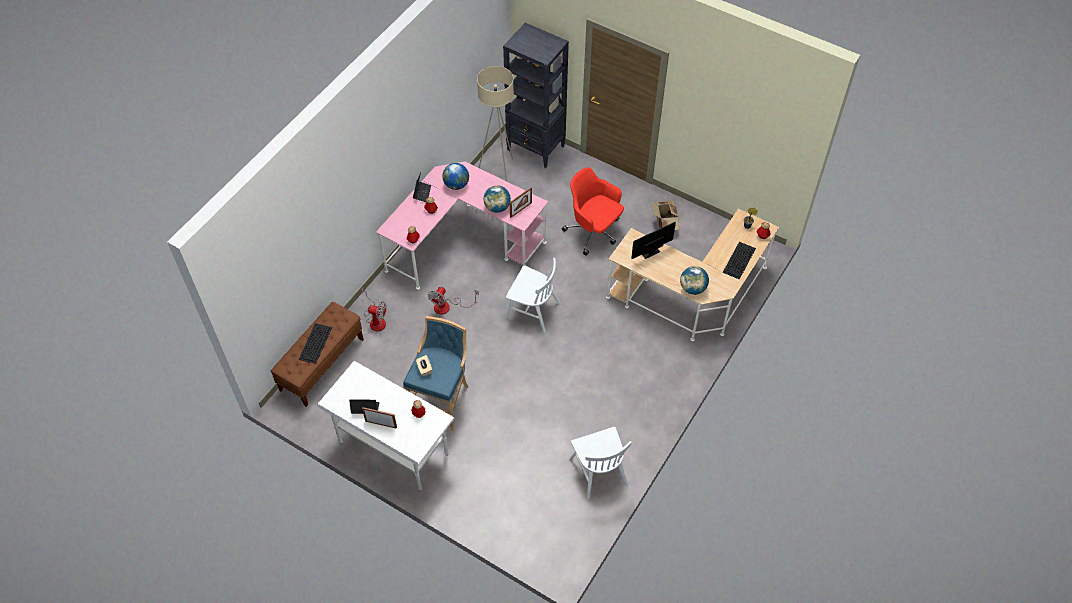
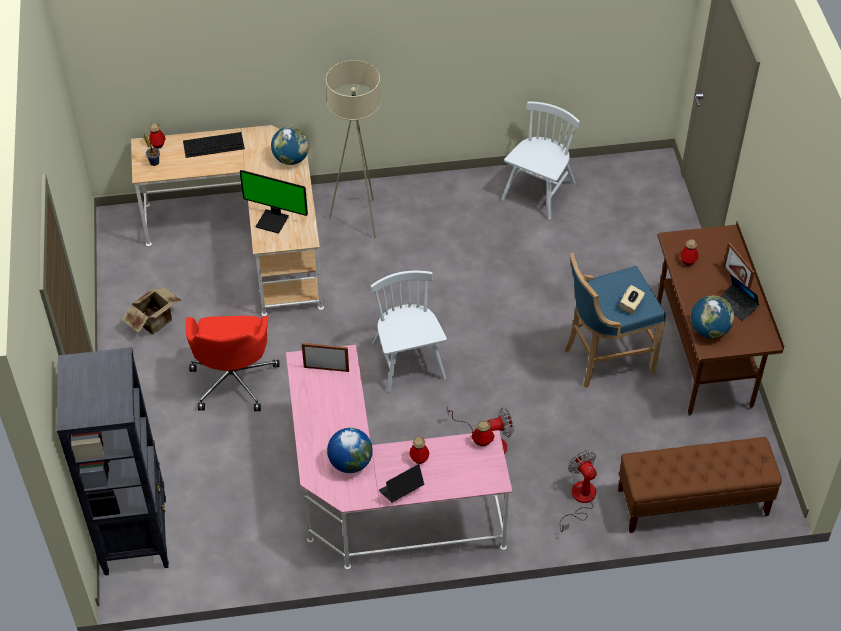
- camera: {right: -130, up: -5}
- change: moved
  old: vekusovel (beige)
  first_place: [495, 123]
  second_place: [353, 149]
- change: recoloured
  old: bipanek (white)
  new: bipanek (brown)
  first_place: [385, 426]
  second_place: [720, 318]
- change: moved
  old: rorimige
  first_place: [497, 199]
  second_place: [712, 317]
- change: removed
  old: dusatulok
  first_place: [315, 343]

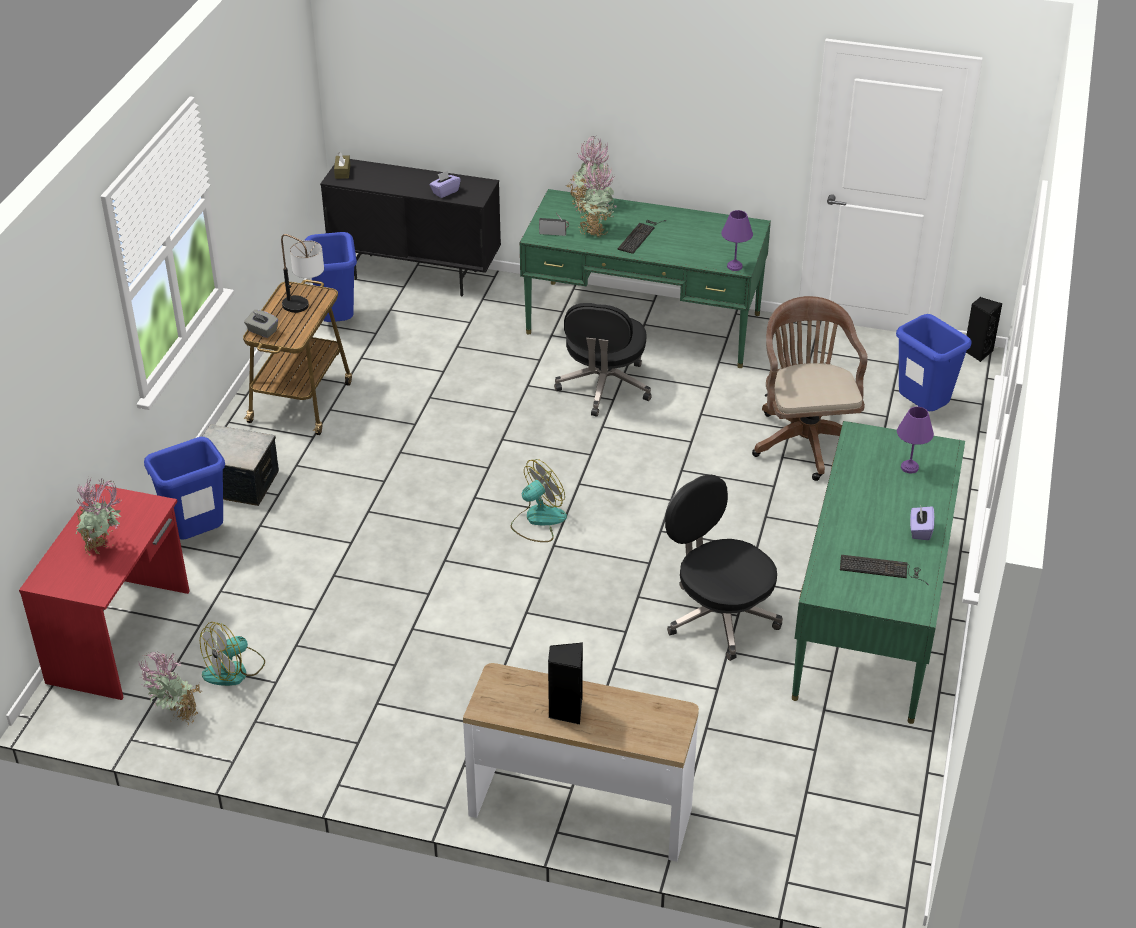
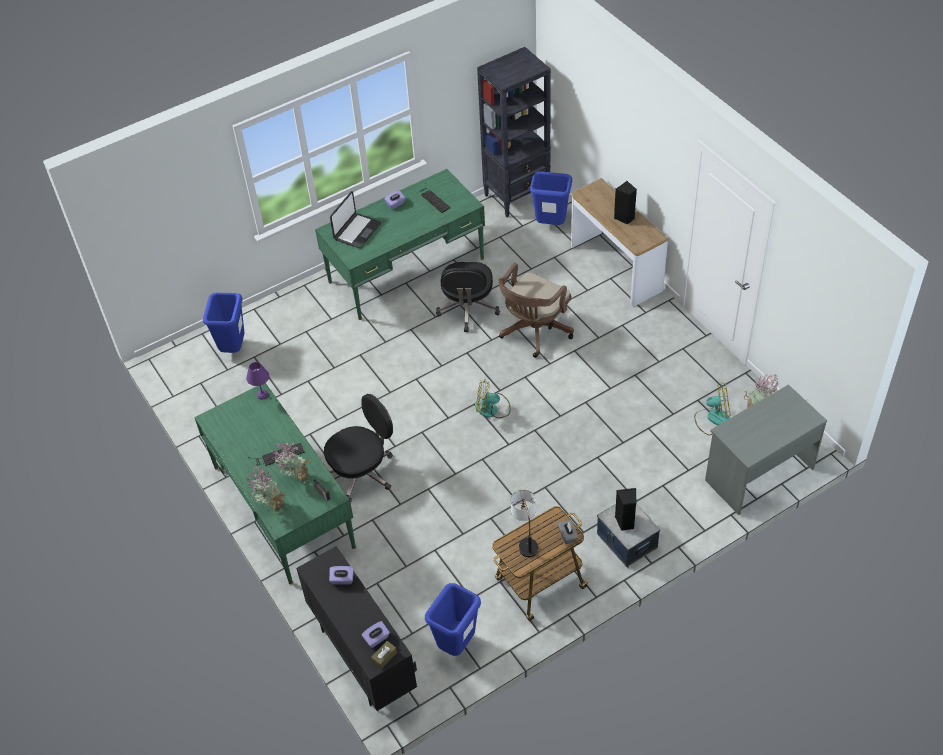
- camera: {right: -135, up: 10}
- change: replaced
  old: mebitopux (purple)
  new: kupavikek
  first_place: [915, 440]
  second_place: [355, 219]
- change: added
  new: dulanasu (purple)
  second_place: [375, 634]
- change: added
  new: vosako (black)
  second_place: [514, 132]
- change: moved
  old: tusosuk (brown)
  first_place: [810, 388]
  second_place: [536, 310]
- change: moved
  old: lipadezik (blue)
  first_place: [184, 488]
  second_place: [551, 198]
- change: moved
  old: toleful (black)
  first_place: [984, 329]
  second_place: [625, 509]
- change: recoloured
  old: bipanek (red)
  new: bipanek (grey)
  first_place: [104, 592]
  second_place: [766, 449]
- change: removed
  old: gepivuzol
  first_place: [98, 516]

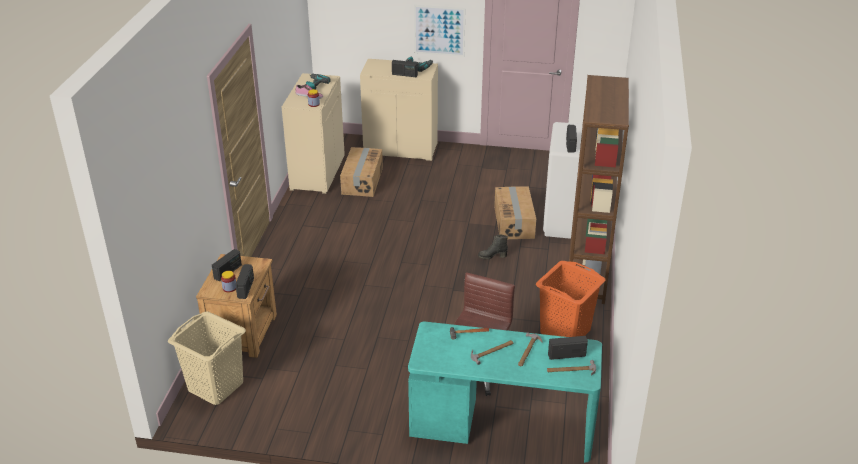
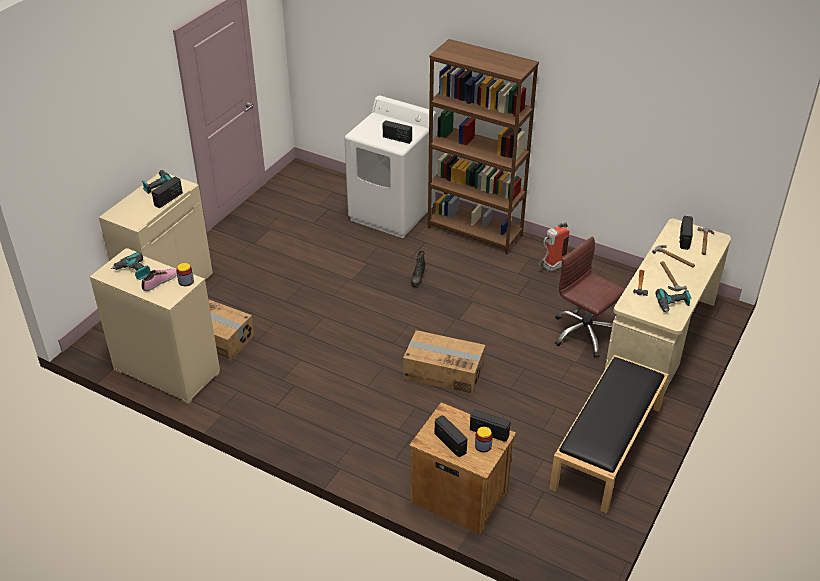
- camera: {right: -70, up: 5}
- change: moved
  old: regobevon
  first_place: [515, 212]
  second_place: [444, 362]
- change: replaced
  old: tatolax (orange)
  new: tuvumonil
  first_place: [571, 299]
  second_place: [554, 247]
- change: added
  new: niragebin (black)
  second_place: [609, 434]
- change: recoloured
  old: bipanek (turquoise)
  new: bipanek (beige)
  first_place: [505, 392]
  second_place: [668, 305]
- change: added
  new: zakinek
  second_place: [673, 300]
- change: removed
  old: tatolax (beige)
  first_place: [207, 358]
- change: removed
  old: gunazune
  first_place: [440, 31]

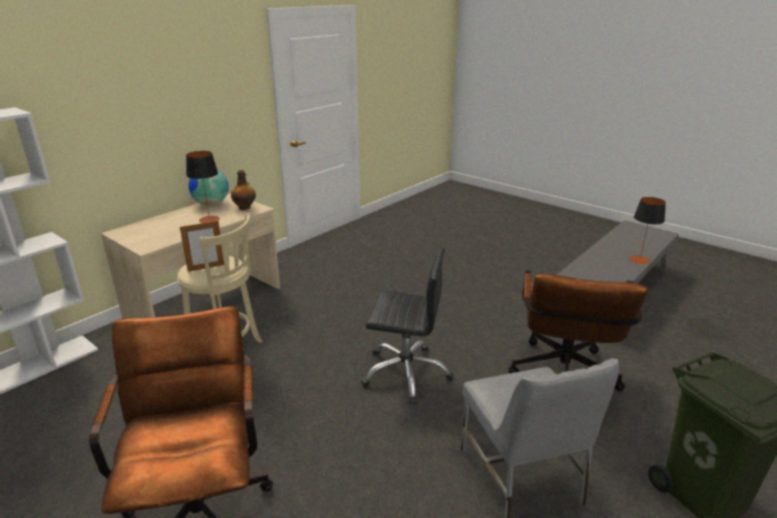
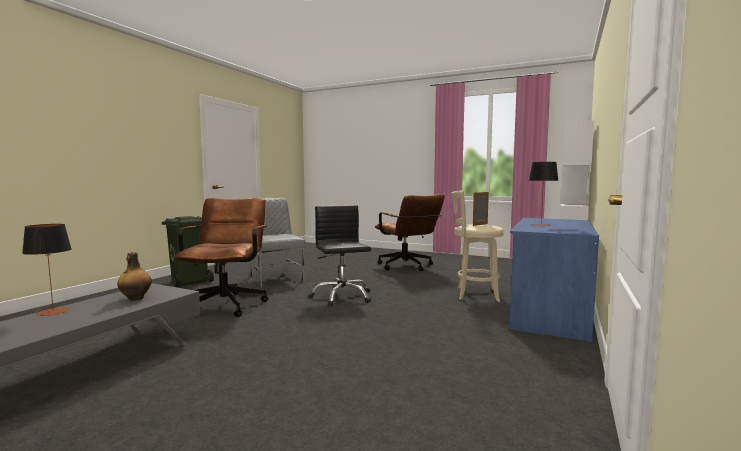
- camera: {right: 165, up: -20}
- change: moved
  old: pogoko
  first_place: [243, 190]
  second_place: [134, 276]
- change: turned
  old: tusosuk (black)
  first_place: [407, 326]
  second_place: [340, 256]
  degrees: 75
- change: recoloured
  old: bipanek (beige)
  new: bipanek (blue)
  first_place: [190, 256]
  second_place: [554, 280]
- change: removed
  old: rorimige
  first_place: [208, 187]

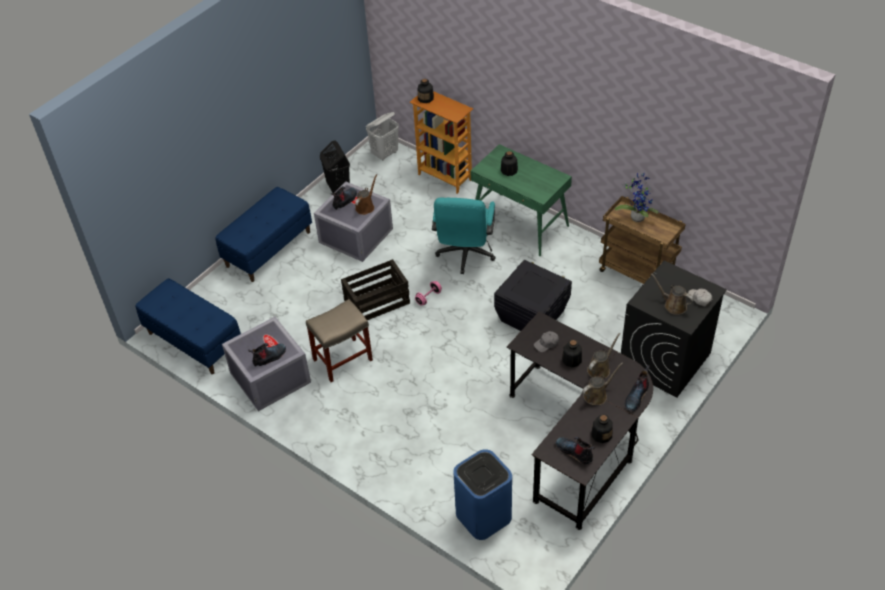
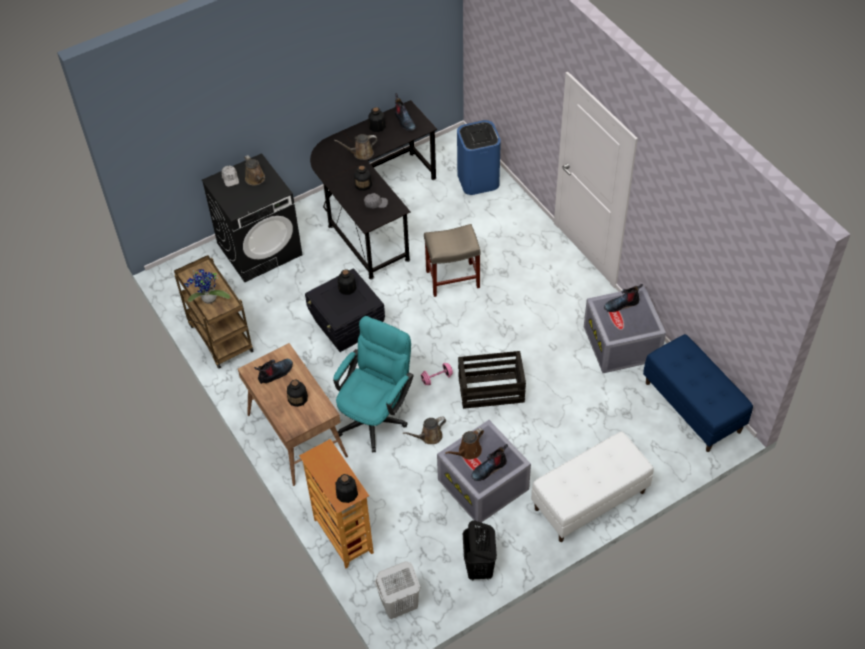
- camera: {right: -160, up: 5}
- change: recoloured
  old: bipanek (green)
  new: bipanek (brown)
  first_place: [521, 200]
  second_place: [293, 414]
- change: moved
  old: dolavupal
  first_place: [637, 388]
  second_place: [273, 371]
- change: added
  new: pogoko
  second_place: [347, 282]
- change: moved
  old: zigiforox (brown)
  first_place: [603, 355]
  second_place: [424, 430]
- change: moved
  old: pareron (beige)
  first_place: [339, 340]
  second_place: [452, 260]
- change: recoloured
  old: niragebin (blue)
  new: niragebin (white)
  first_place: [264, 234]
  second_place: [592, 486]

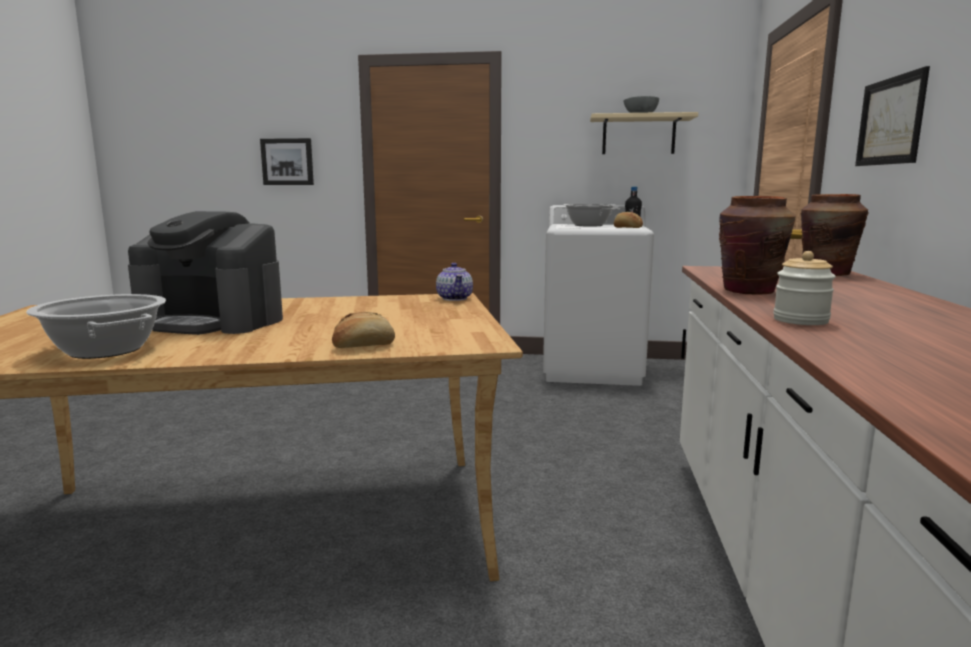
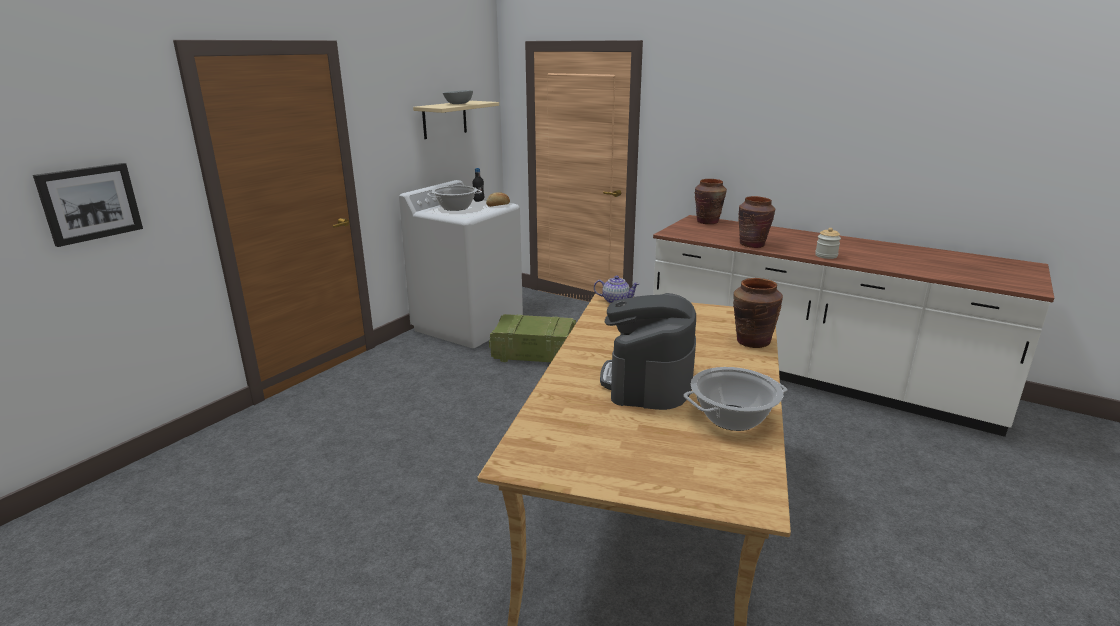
- camera: {right: -65, up: 10}
- change: added
  new: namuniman
  second_place: [532, 338]
- change: turned
  old: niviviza
  first_place: [205, 273]
  second_place: [648, 351]
  degrees: 150
- change: replaced
  old: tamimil
  new: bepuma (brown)
  first_place: [363, 330]
  second_place: [758, 313]
- change: removed
  old: gunazune
  first_place: [892, 116]

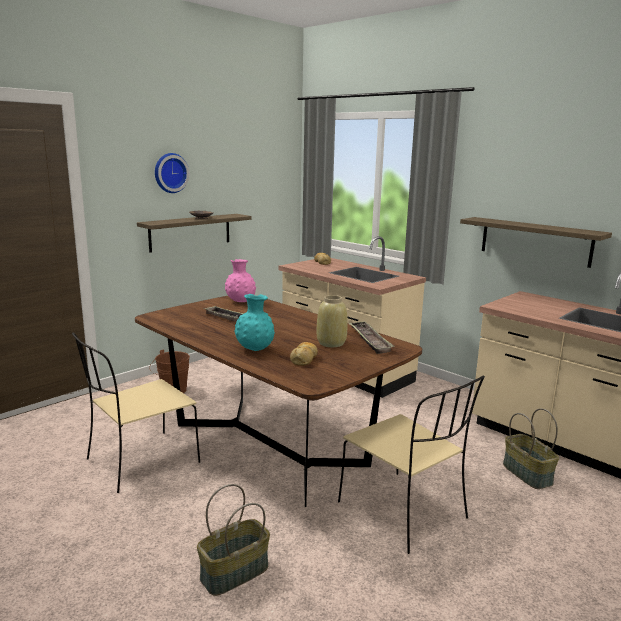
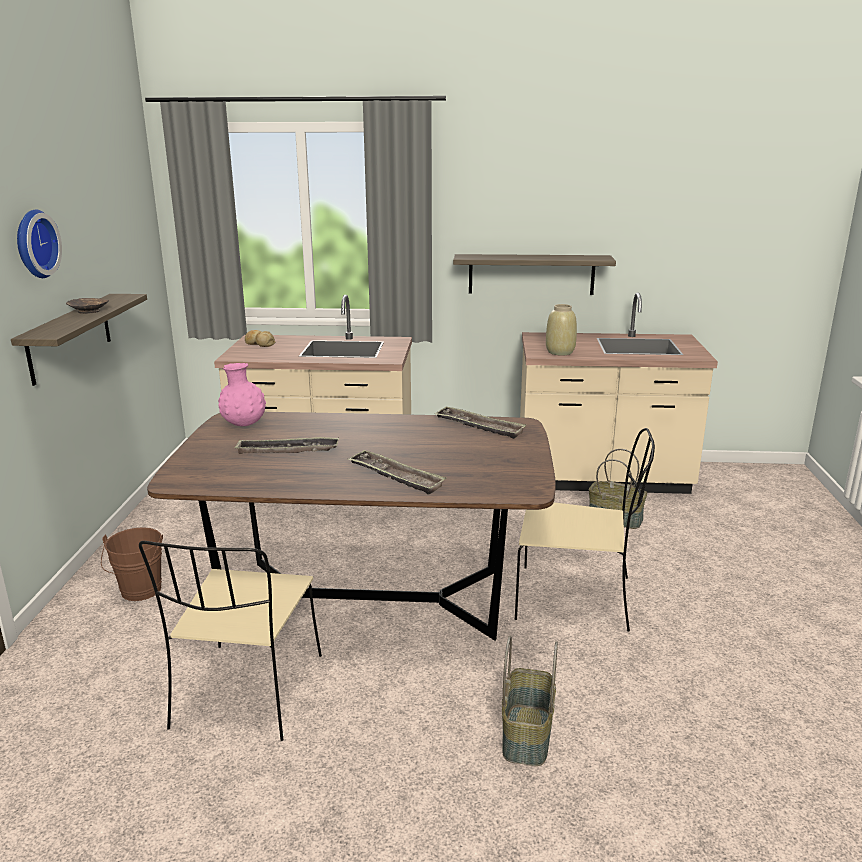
- camera: {right: -40, up: 5}
- change: replaced
  old: bepuma (turquoise)
  new: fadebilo
  first_place: [254, 322]
  second_place: [397, 472]
- change: moved
  old: bepuma (beige)
  first_place: [332, 321]
  second_place: [561, 329]
- change: removed
  old: tamimil
  first_place: [304, 354]

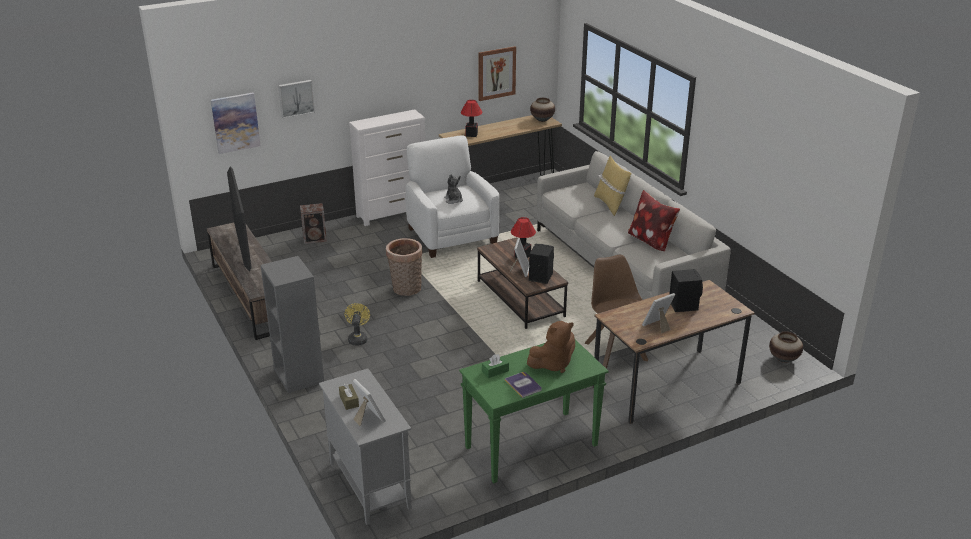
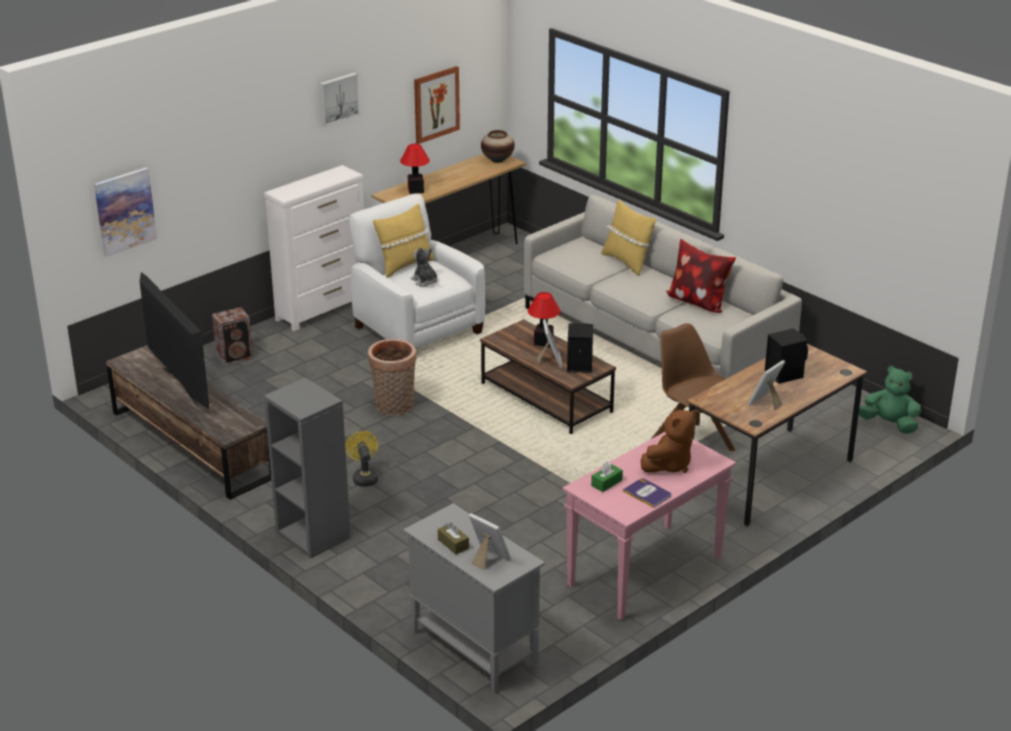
- camera: {right: -15, up: 0}
- change: moved
  old: gunazune
  first_place: [296, 99]
  second_place: [339, 99]
- change: added
  new: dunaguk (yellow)
  second_place: [403, 241]
- change: recoloured
  old: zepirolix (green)
  new: zepirolix (pink)
  first_place: [534, 411]
  second_place: [649, 526]
- change: replaced
  old: bepuma
  new: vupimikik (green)
  first_place: [786, 347]
  second_place: [890, 399]

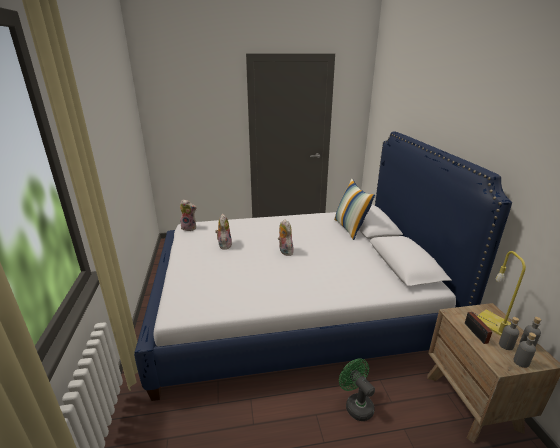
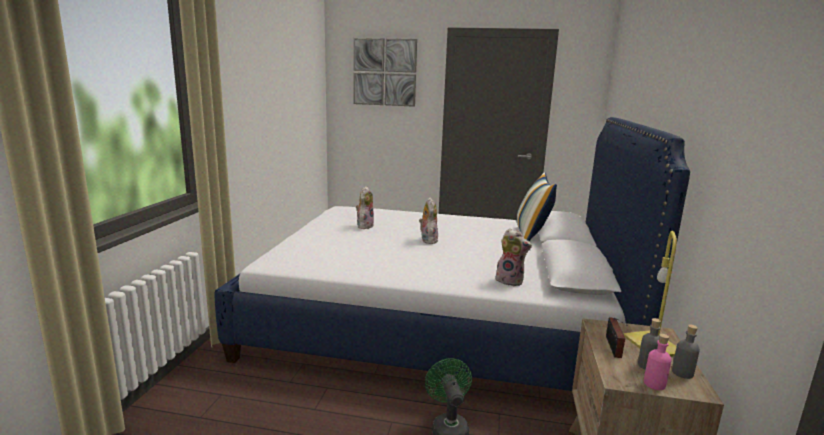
- camera: {right: 20, up: -10}
- change: added
  new: gunazune
  second_place: [385, 72]
- change: moved
  old: vupimikik
  first_place: [188, 215]
  second_place: [513, 257]
- change: recoloured
  old: pogoko (grey)
  new: pogoko (pink)
  first_place: [524, 350]
  second_place: [657, 362]

